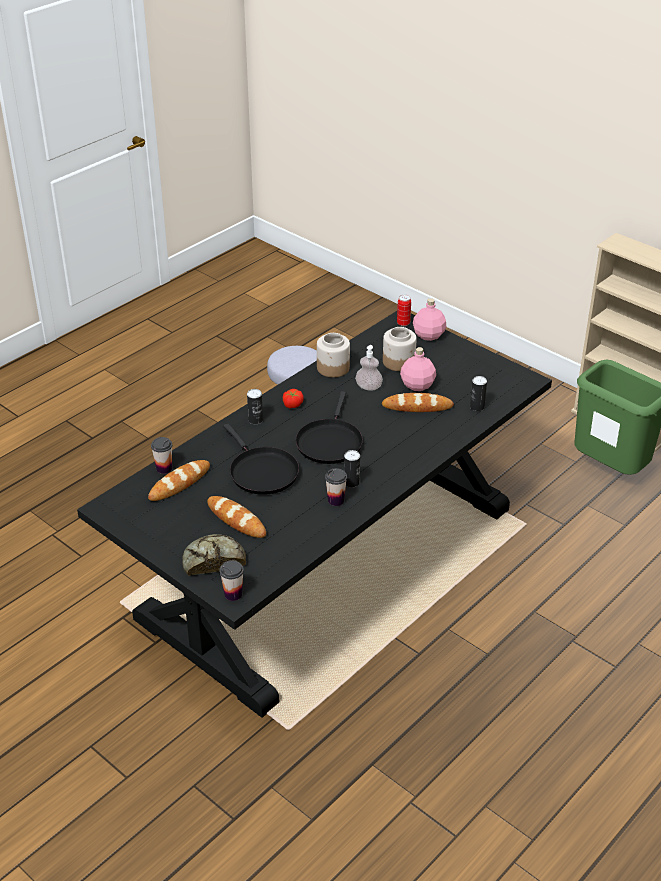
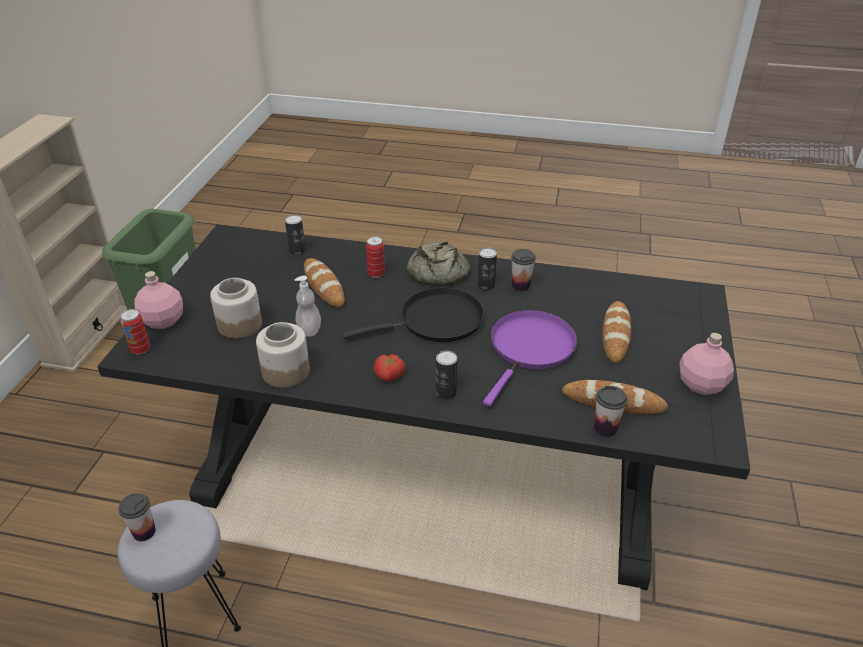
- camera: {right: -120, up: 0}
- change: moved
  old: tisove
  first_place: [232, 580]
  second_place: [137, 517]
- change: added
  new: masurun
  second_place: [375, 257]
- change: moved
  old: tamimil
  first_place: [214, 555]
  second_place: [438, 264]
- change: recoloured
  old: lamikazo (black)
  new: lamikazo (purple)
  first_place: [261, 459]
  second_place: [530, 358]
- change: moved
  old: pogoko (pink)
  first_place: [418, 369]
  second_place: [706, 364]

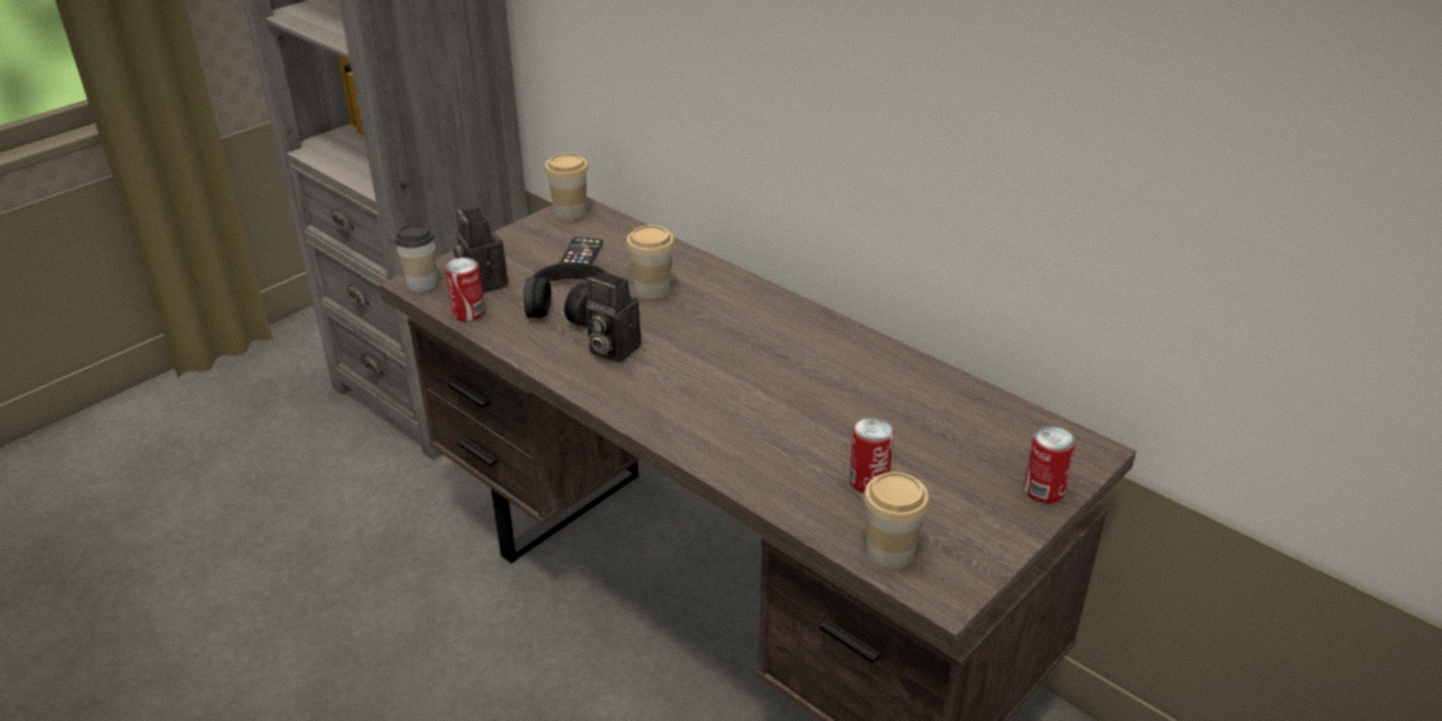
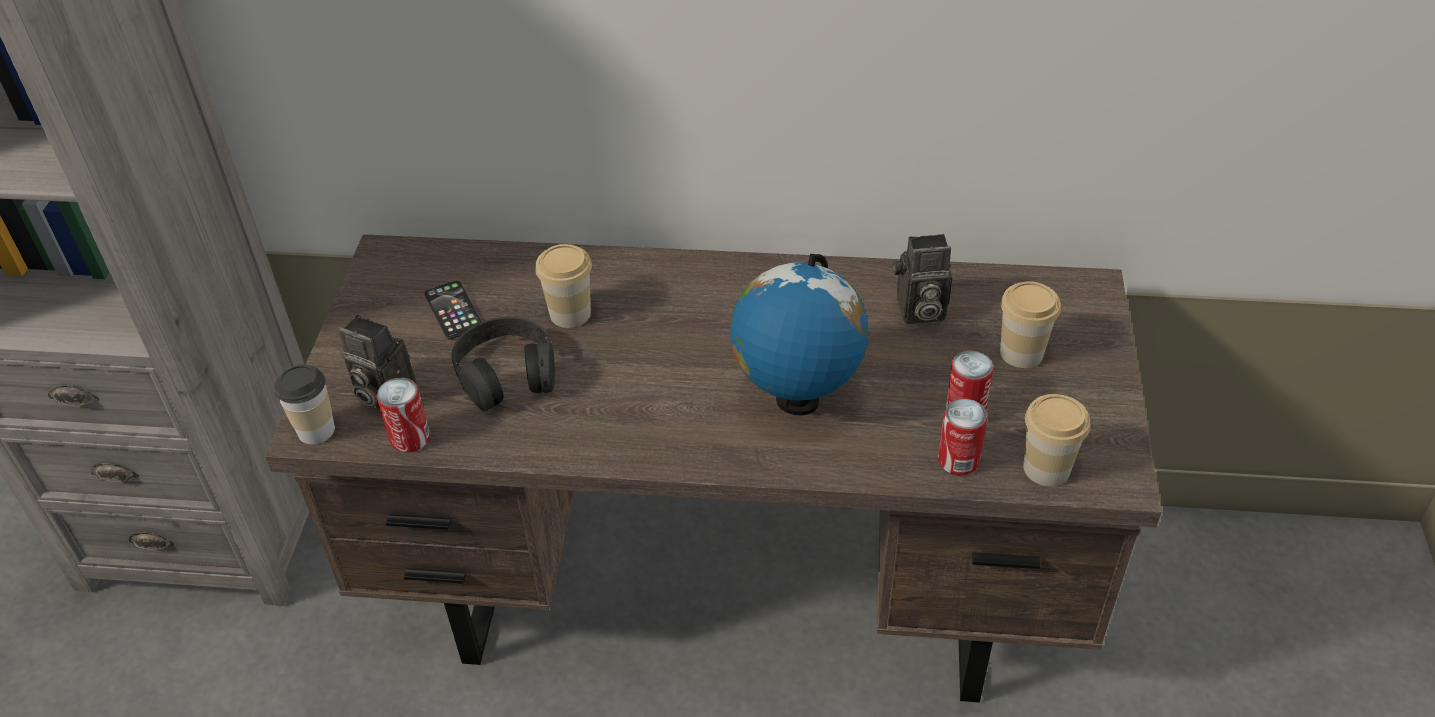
- camera: {right: -35, up: 10}
- change: added
  new: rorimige
  second_place: [799, 334]
- change: moved
  old: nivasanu
  first_place: [613, 317]
  second_place: [922, 279]
- change: moved
  old: masurun
  first_place: [1050, 464]
  second_place: [963, 437]
- change: moved
  old: tisove
  first_place: [567, 186]
  second_place: [1030, 324]

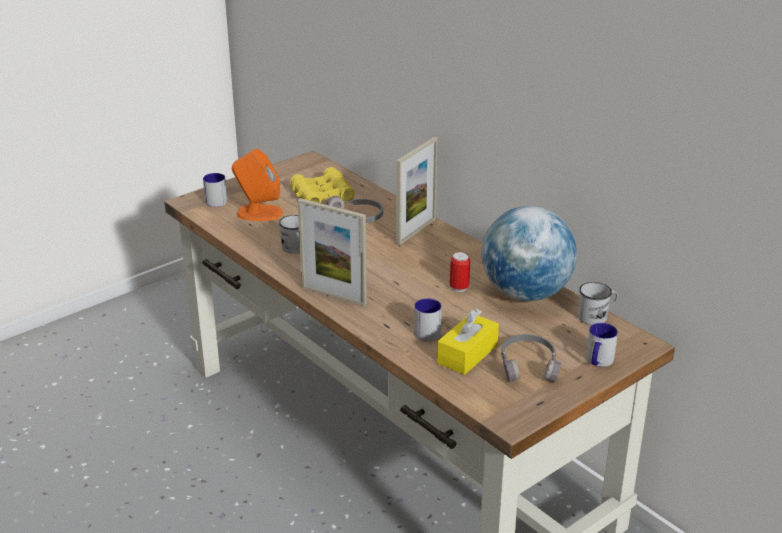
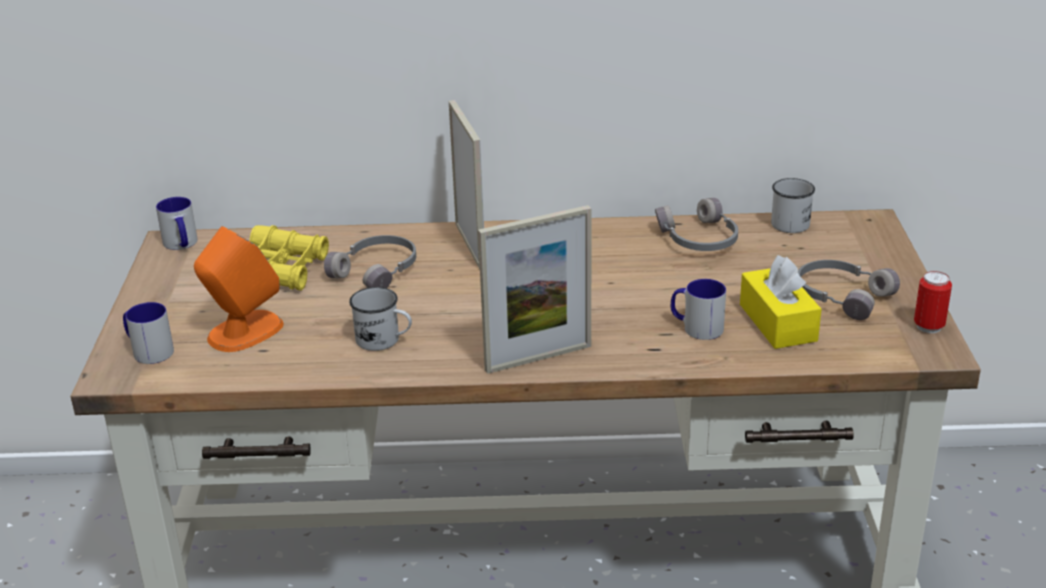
- camera: {right: -50, up: 0}
- change: moved
  old: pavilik
  first_place: [602, 345]
  second_place: [177, 223]
- change: replaced
  old: rorimige
  new: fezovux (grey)
  first_place: [529, 253]
  second_place: [696, 224]
- change: moved
  old: masurun
  first_place: [460, 272]
  second_place: [933, 302]

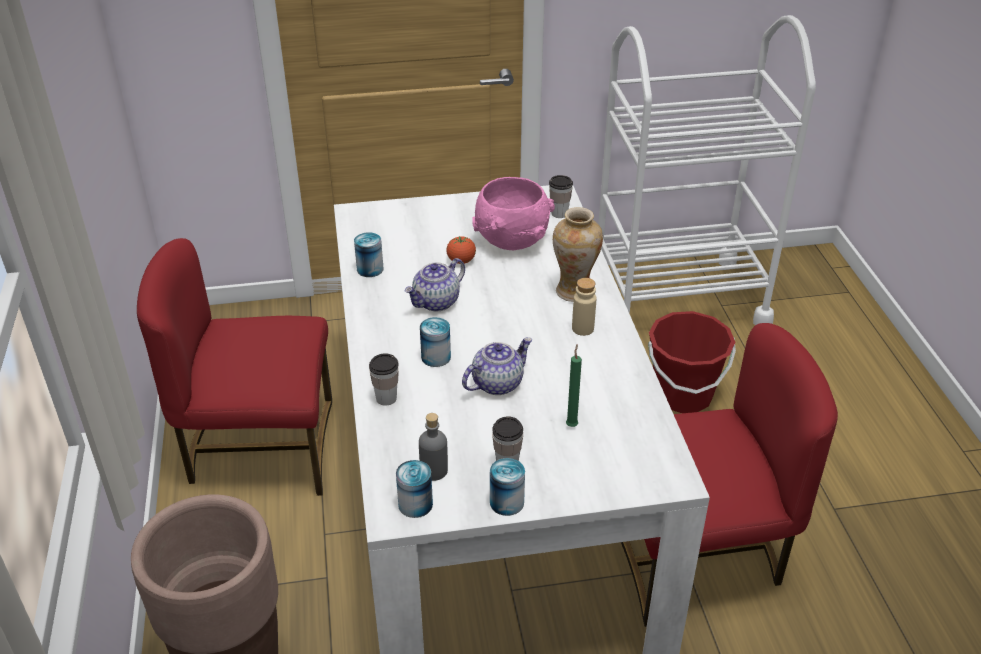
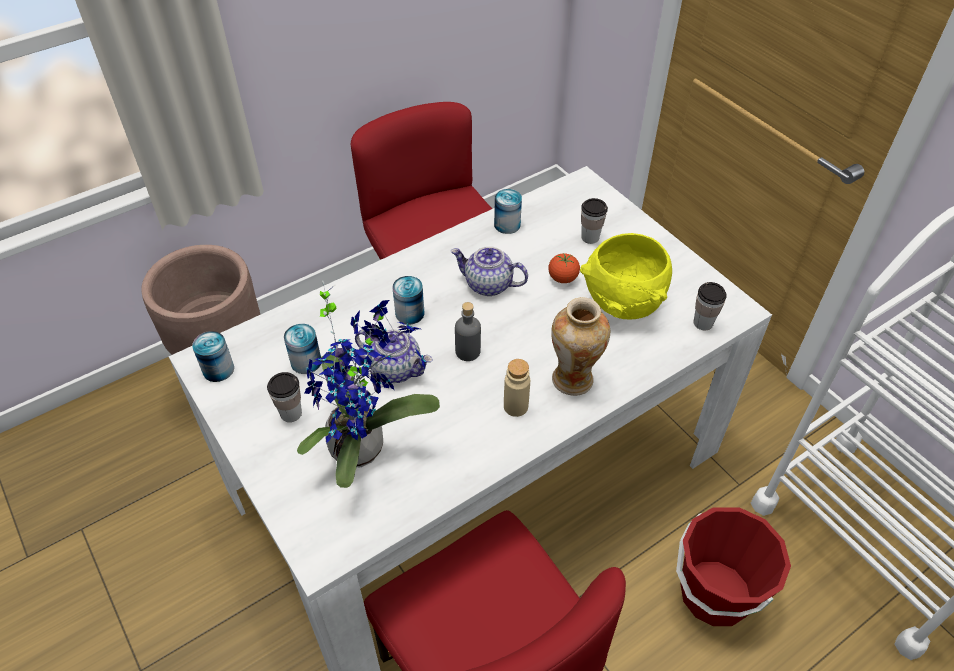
- camera: {right: 65, up: 10}
- change: moved
  old: masurun
  first_place: [507, 487]
  second_place: [302, 349]
- change: replaced
  old: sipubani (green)
  new: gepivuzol
  first_place: [574, 385]
  second_place: [368, 384]
- change: moved
  old: pogoko (grey)
  first_place: [433, 447]
  second_place: [468, 331]
- change: recoloured
  old: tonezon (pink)
  new: tonezon (yellow)
  first_place: [513, 213]
  second_place: [626, 276]
- change: moved
  old: tisove
  first_place: [384, 379]
  second_place: [594, 221]

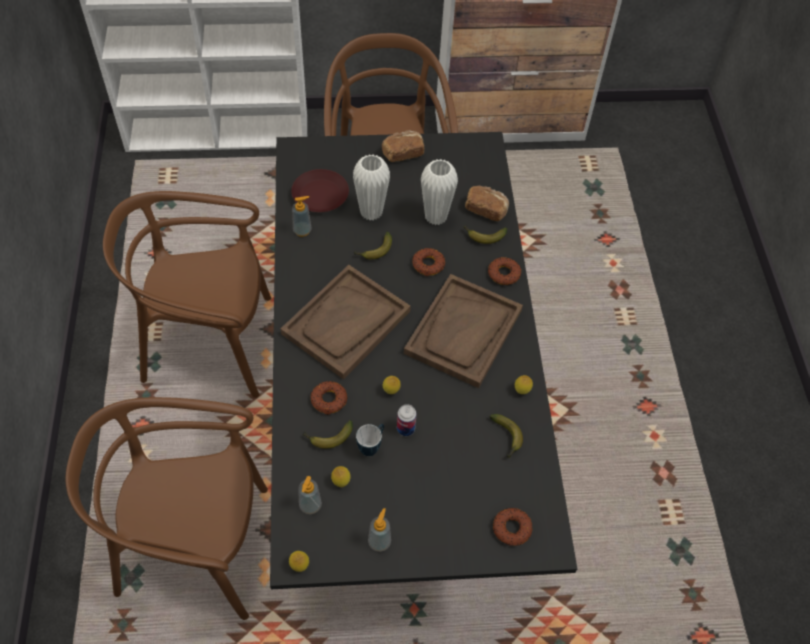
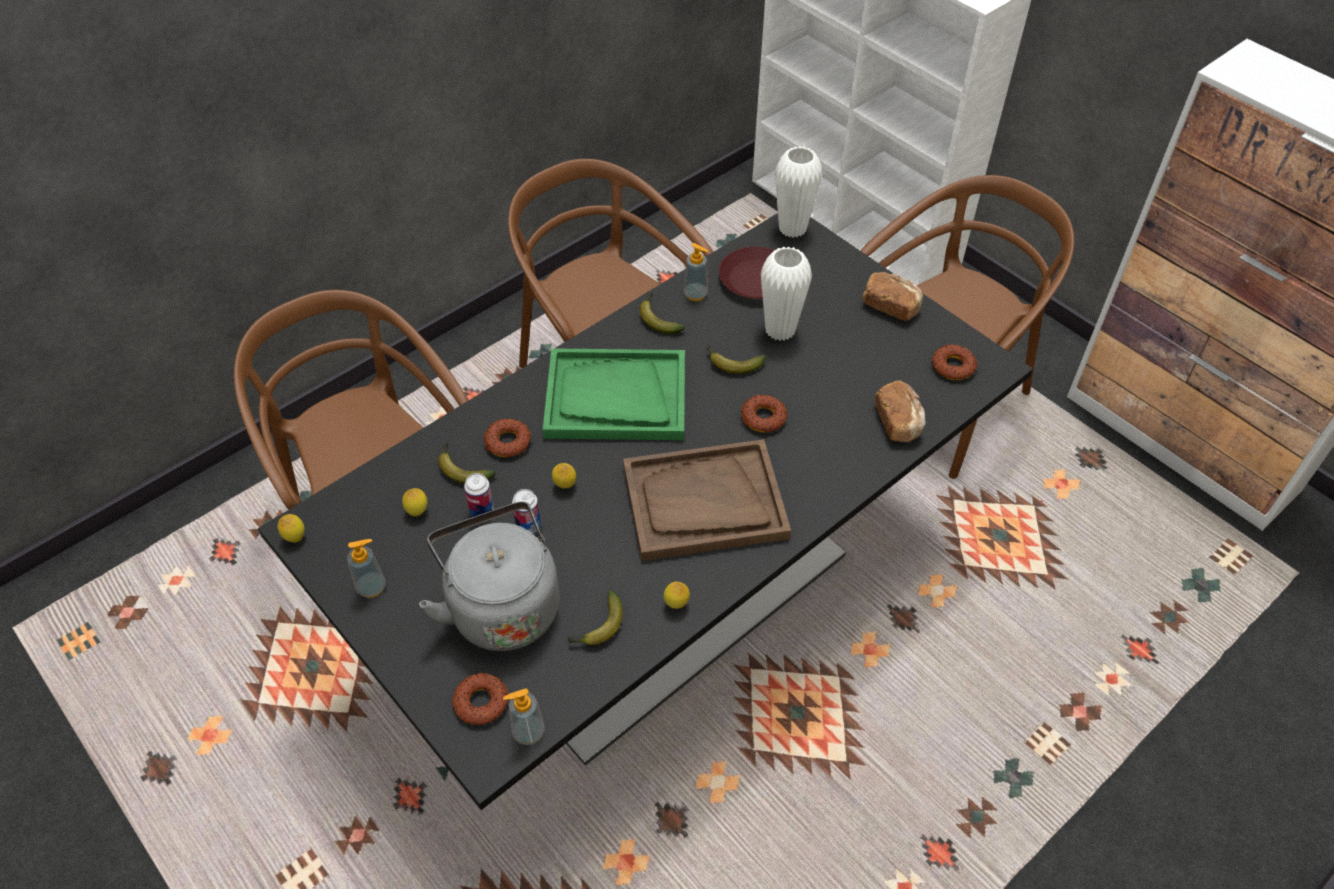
- camera: {right: 55, up: -5}
- change: added
  new: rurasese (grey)
  second_place: [489, 576]
- change: replaced
  old: pavilik
  new: masurun
  first_place: [370, 440]
  second_place: [479, 495]
- change: moved
  old: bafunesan
  first_place: [310, 495]
  second_place: [524, 716]
- change: recoloured
  old: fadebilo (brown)
  new: fadebilo (green)
  first_place: [346, 322]
  second_place: [614, 394]
- change: moved
  old: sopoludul
  first_place: [485, 234]
  second_place: [662, 313]
- change: moved
  old: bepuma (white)
  first_place: [439, 192]
  second_place: [798, 192]
- change: moved
  old: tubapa
  first_place: [504, 271]
  second_place: [954, 362]

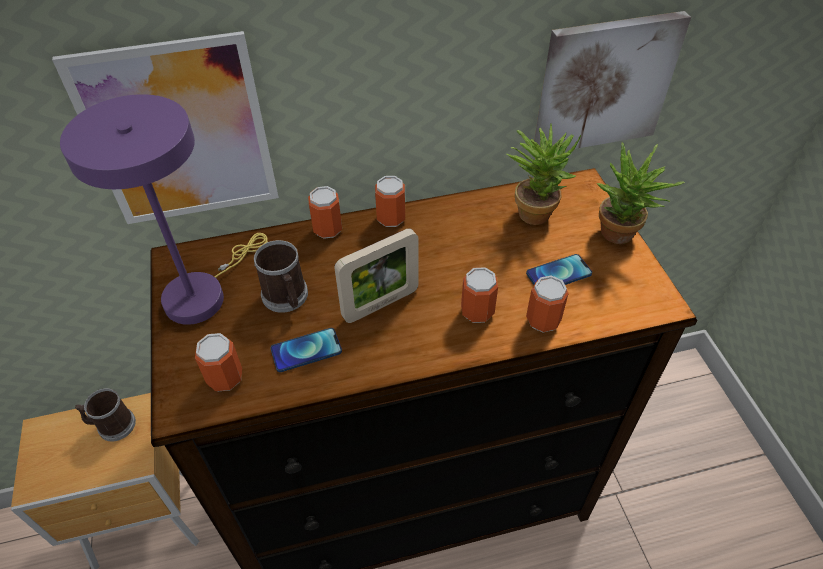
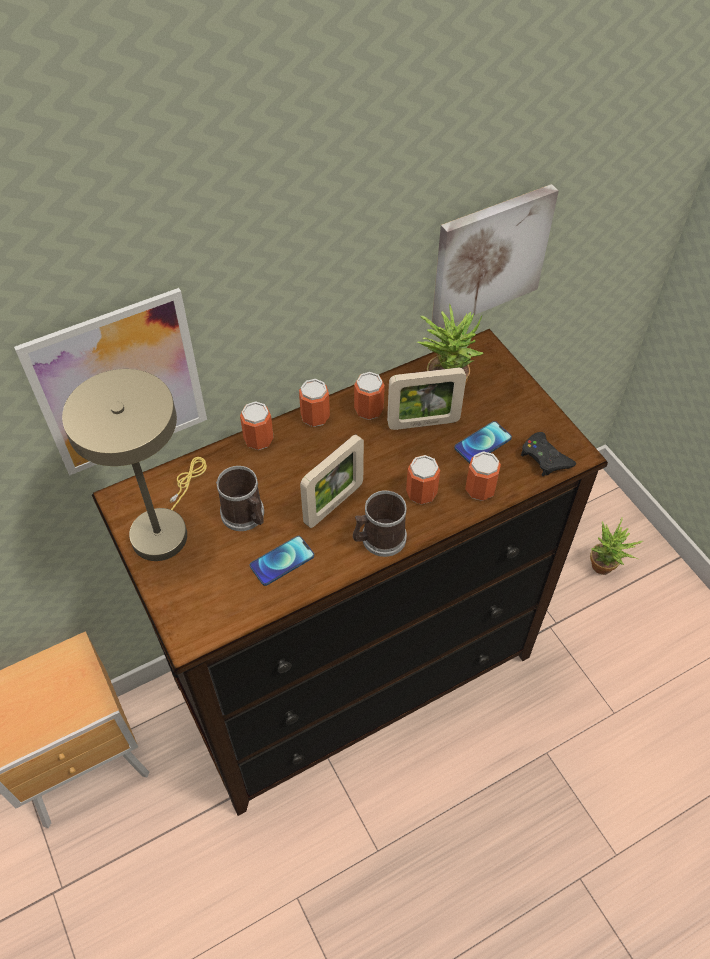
- camera: {right: -15, up: 5}
- change: recoloured
  old: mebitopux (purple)
  new: mebitopux (beige)
  first_place: [164, 209]
  second_place: [134, 465]
- change: moved
  old: pavilik
  first_place: [105, 414]
  second_place: [380, 523]
- change: moved
  old: masurun
  first_place: [218, 362]
  second_place: [369, 396]
- change: added
  new: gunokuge
  second_place: [426, 399]
- change: added
  new: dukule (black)
  second_place: [548, 454]
- change: moved
  old: gepivuzol
  first_place: [641, 193]
  second_place: [616, 546]

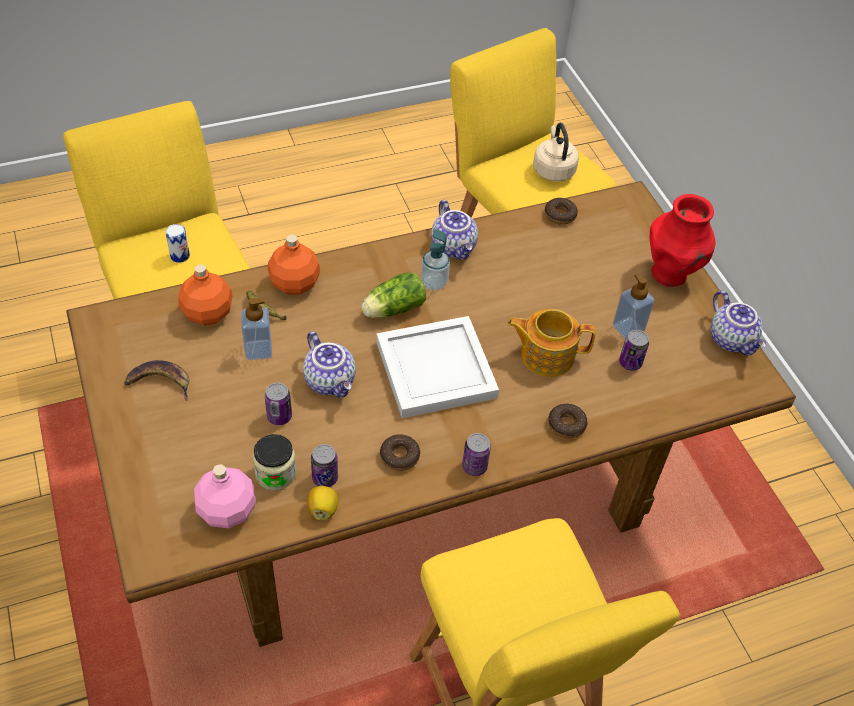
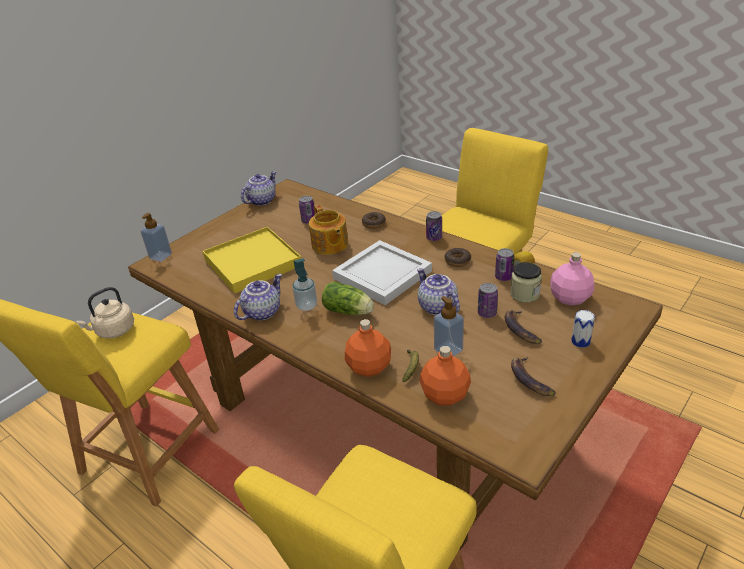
- camera: {right: -115, up: -15}
- change: moved
  old: bafunesan
  first_place: [633, 305]
  second_place: [156, 237]
- change: added
  new: fadebilo (yellow)
  second_place: [252, 260]
- change: turned
  old: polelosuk
  first_place: [329, 364]
  second_place: [438, 291]
  degrees: -60
- change: added
  new: sopoludul
  second_place: [523, 327]
- change: moved
  old: masurun
  first_place: [177, 243]
  second_place: [583, 329]
- change: removed
  old: tubapa
  first_place: [561, 211]
- change: removed
  old: bepuma (red)
  first_place: [682, 240]

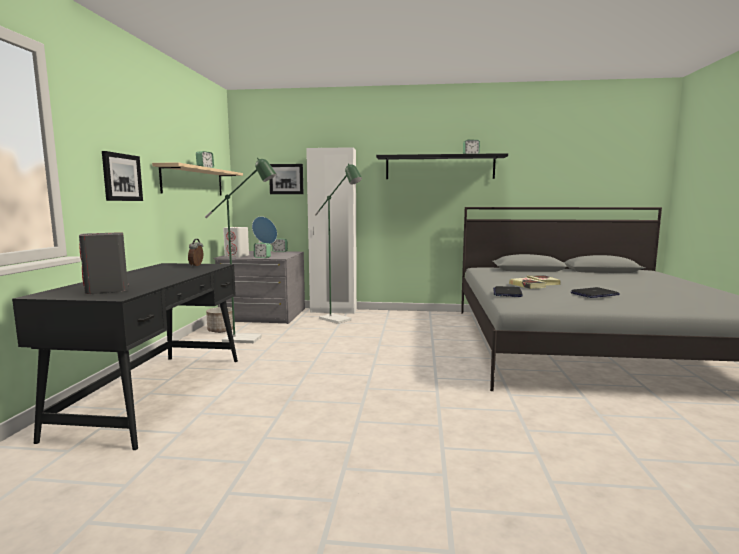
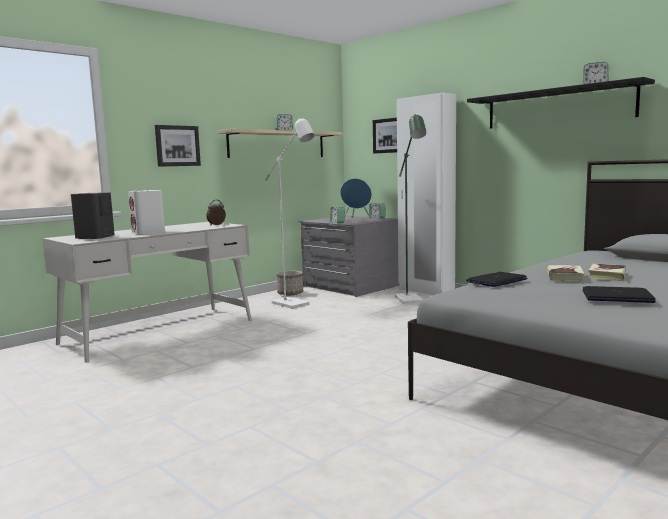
- camera: {right: 40, up: 0}
- change: recoloured
  old: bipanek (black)
  new: bipanek (white)
  first_place: [125, 356]
  second_place: [147, 292]
- change: moved
  old: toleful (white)
  first_place: [236, 242]
  second_place: [146, 212]
- change: recoloured
  old: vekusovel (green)
  new: vekusovel (white)
  first_place: [240, 250]
  second_place: [290, 213]

